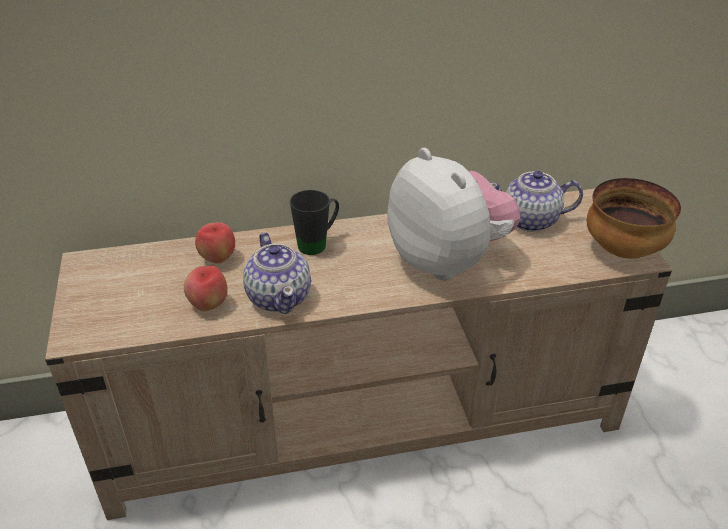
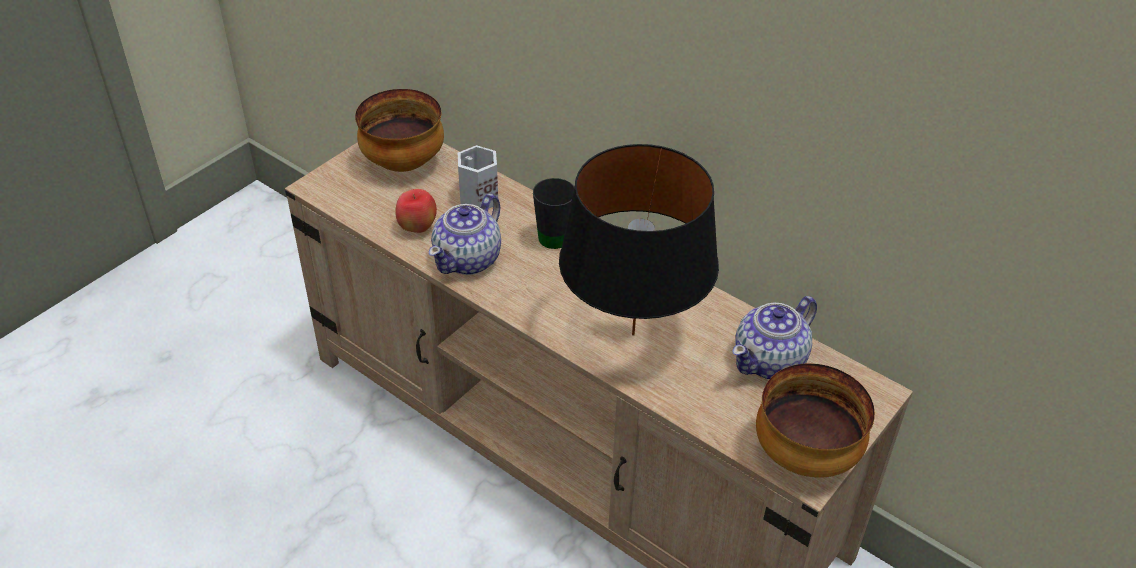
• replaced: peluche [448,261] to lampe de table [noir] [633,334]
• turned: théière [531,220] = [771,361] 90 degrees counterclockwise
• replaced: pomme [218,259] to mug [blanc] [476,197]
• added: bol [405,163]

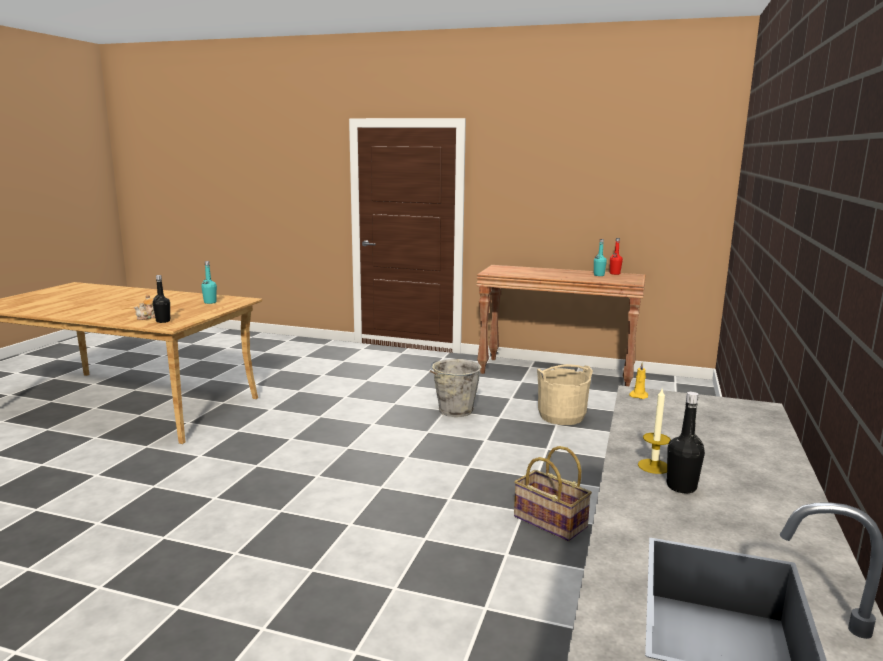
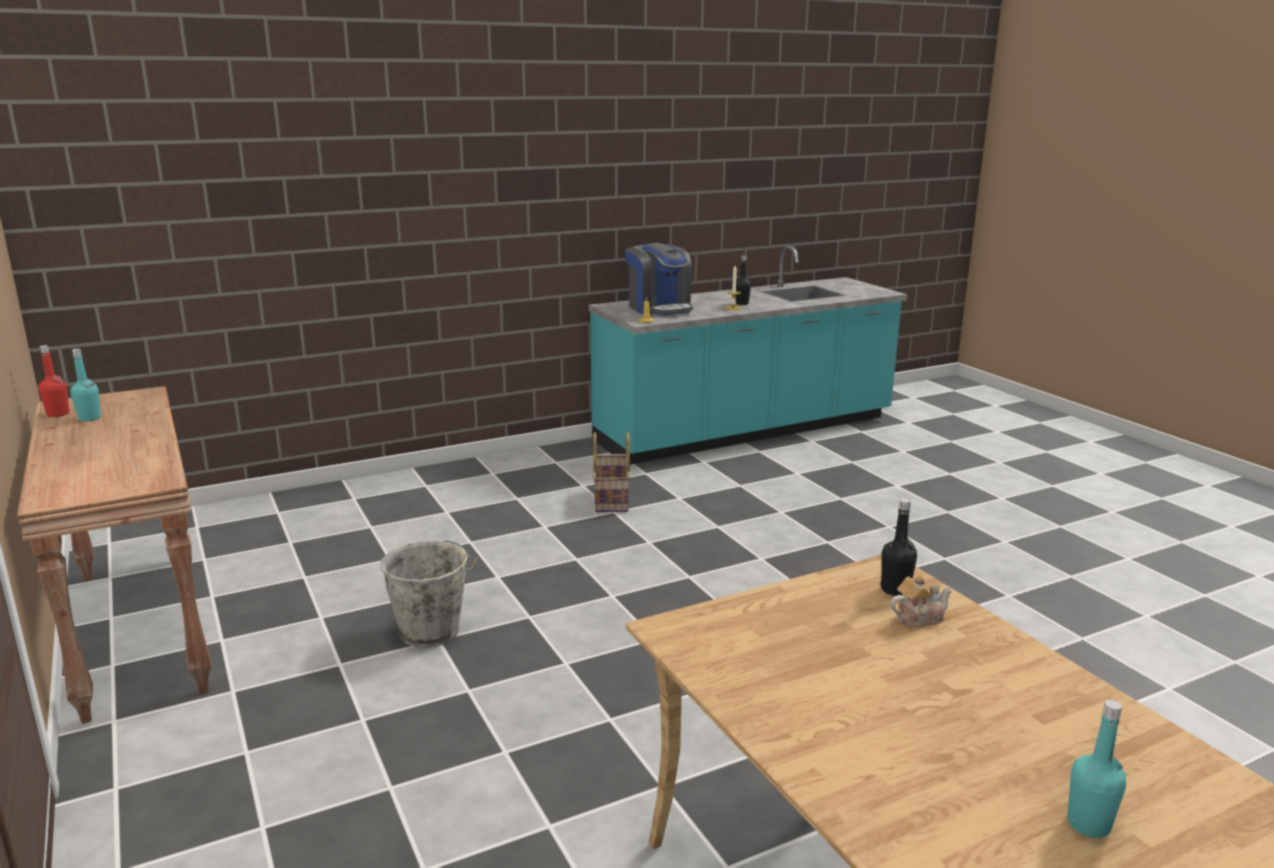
• moved: bouteille [turquoise] [210,302] to [1088,824]
• removed: seau [beige] [561,416]
• added: machine à café [659,308]

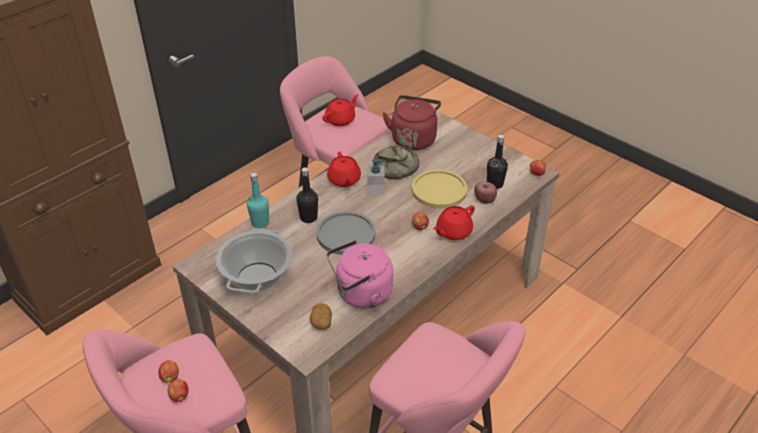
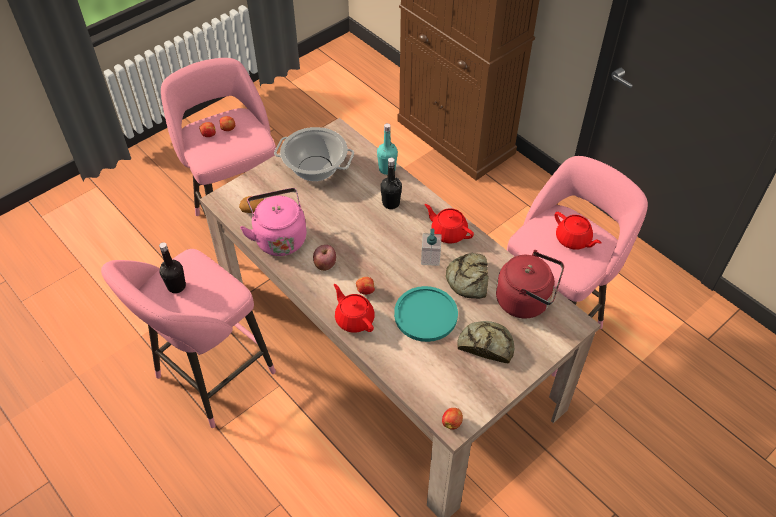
• moved: bouteille [noir] [495,184] to [176,286]
• turned: théière [rouge] [344,180] = [448,232] 45 degrees clockwise
• recoloured: assiette [jaune] [439,190] to assiette [turquoise] [425,315]
• moved: pomme [484,200] to [325,264]
• removed: assiette [gris] [346,234]
• added: pain [486,344]

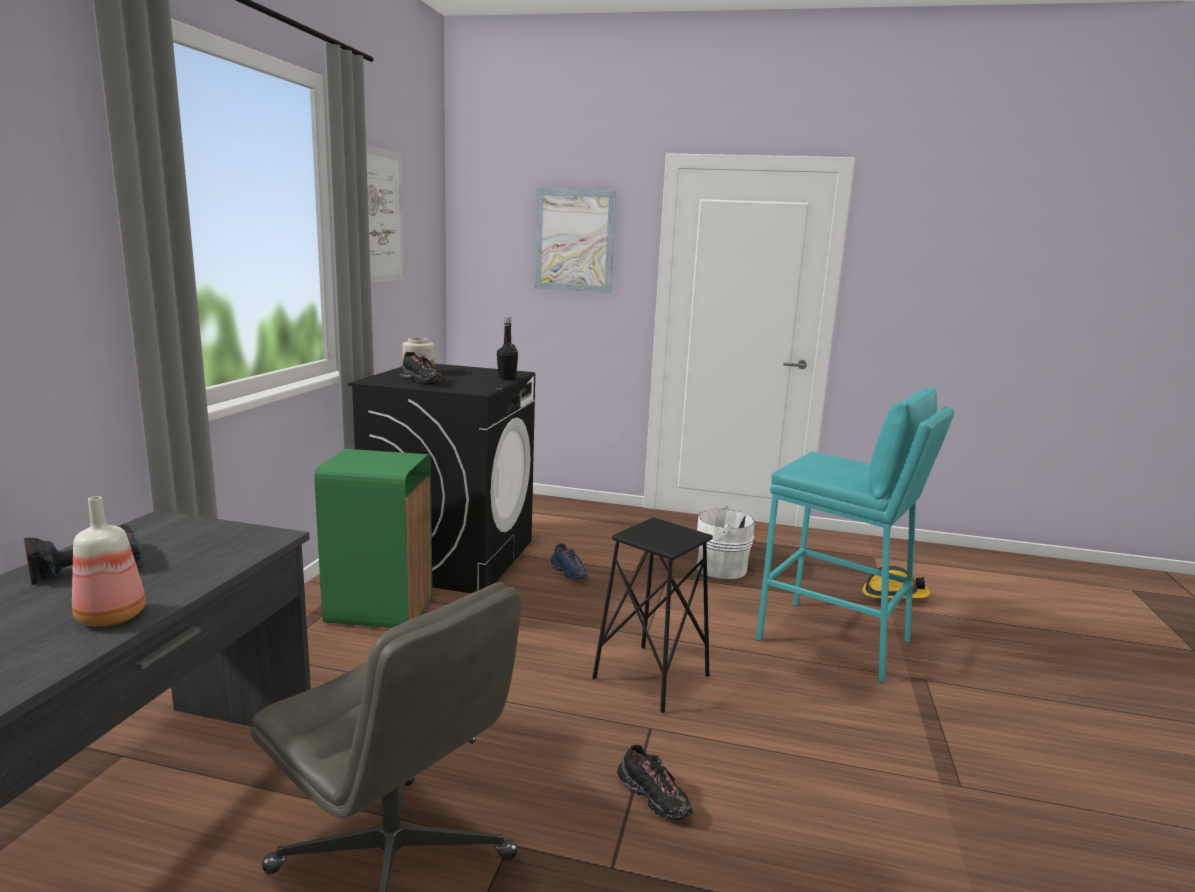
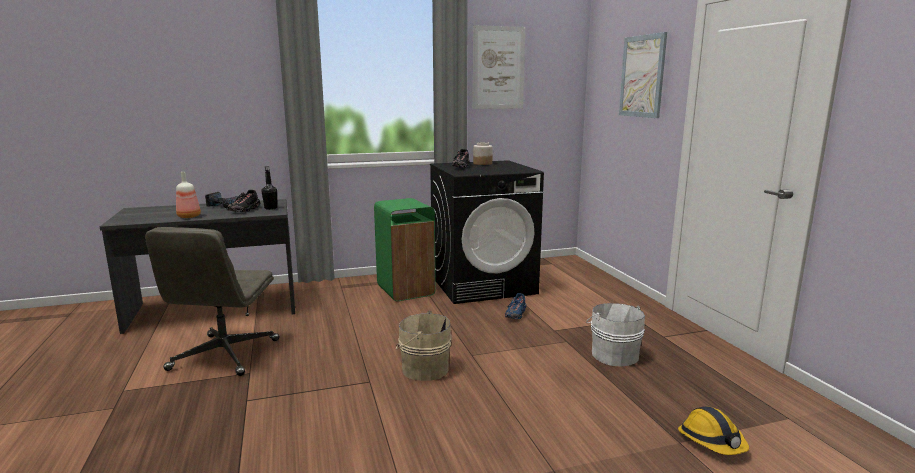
• moved: bouteille [noir] [507,378] to [270,208]
• removed: tabouret [turquoise] [834,640]
• replaced: tabouret [noir] [651,677] to seau [beige] [423,368]
• moved: chaussure [noir] [653,798] to [245,210]

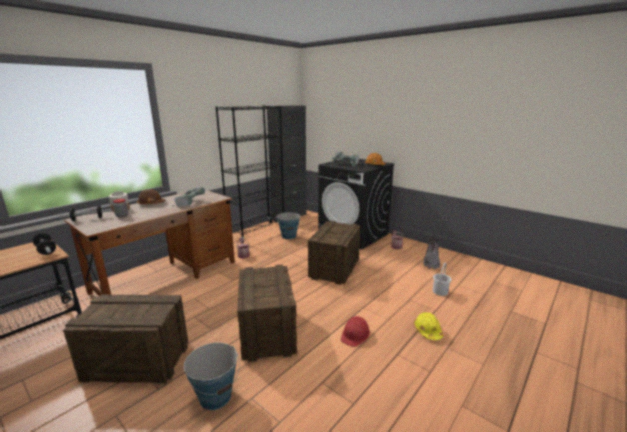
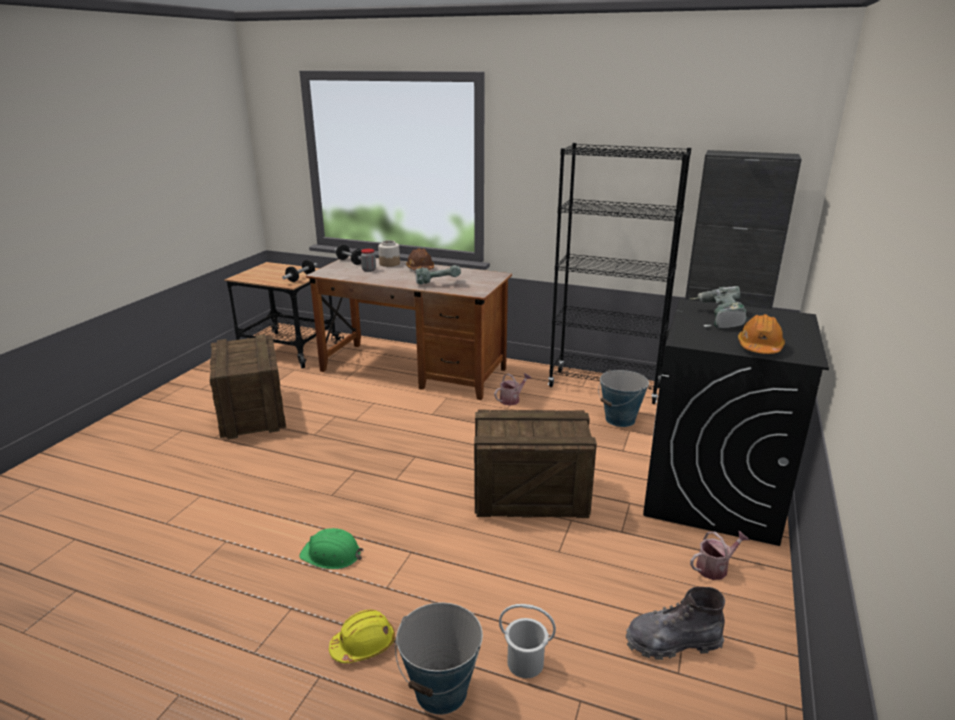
• removed: caisse [267,331]
• recoloured: casque de chantier [rouge] [355,334] to casque de chantier [vert] [331,554]
• moved: seau [216,396] to [441,691]

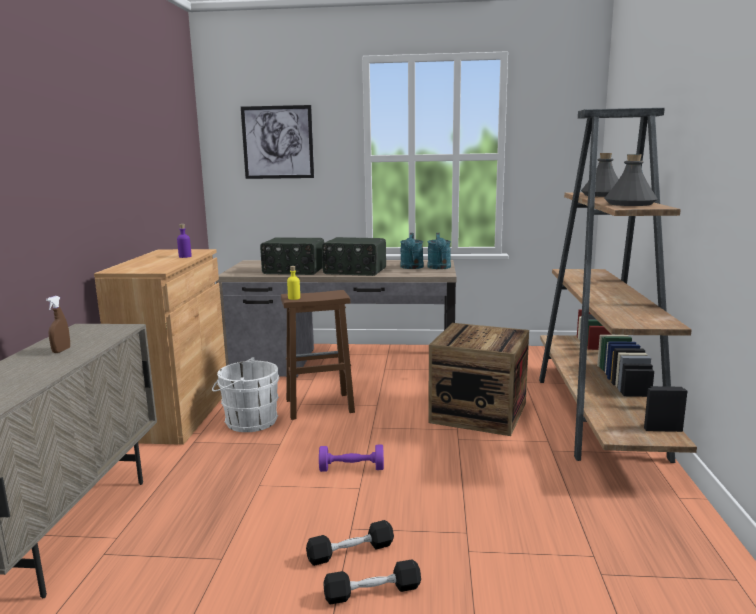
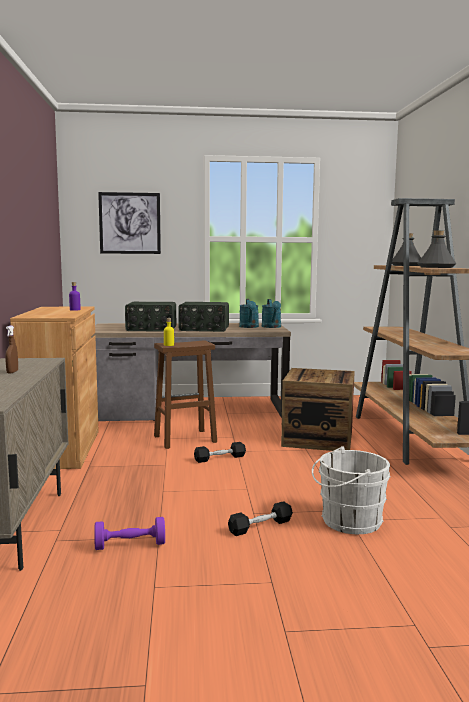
• moved: seau [blanc] [248,421] to [347,521]
• moved: haltère [violet] [351,469] to [130,545]
• moved: haltère [noir] [372,592] to [220,458]

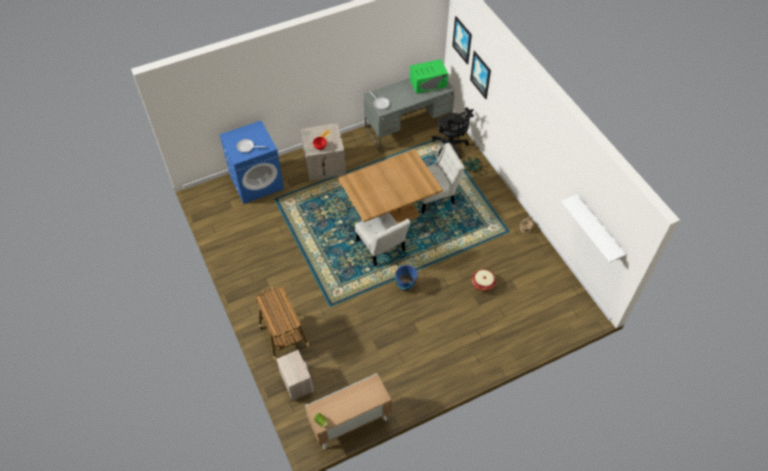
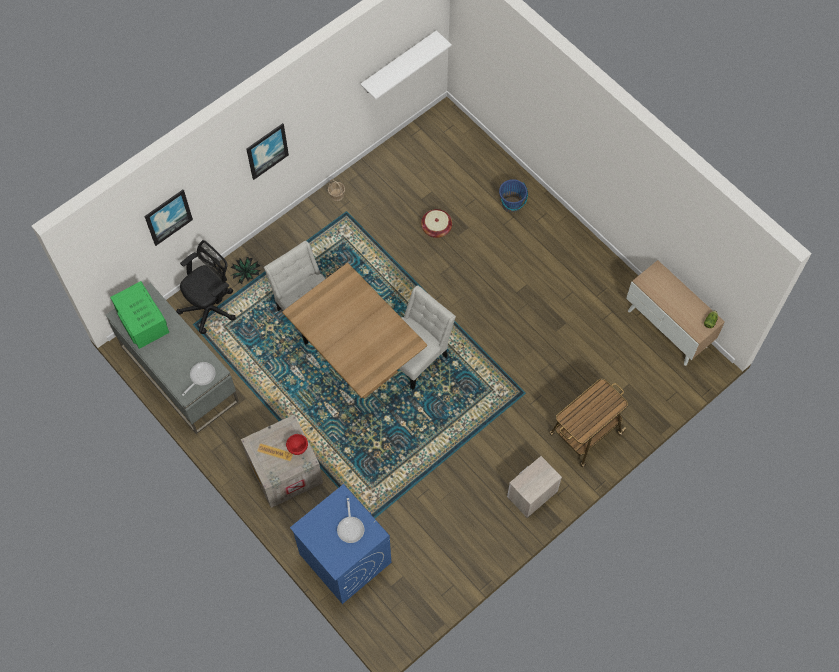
• moved: tableau [462,40] to [267,150]
• moved: seau [bleu] [405,285] to [511,205]
• moved: table de chevet [296,382] to [531,495]

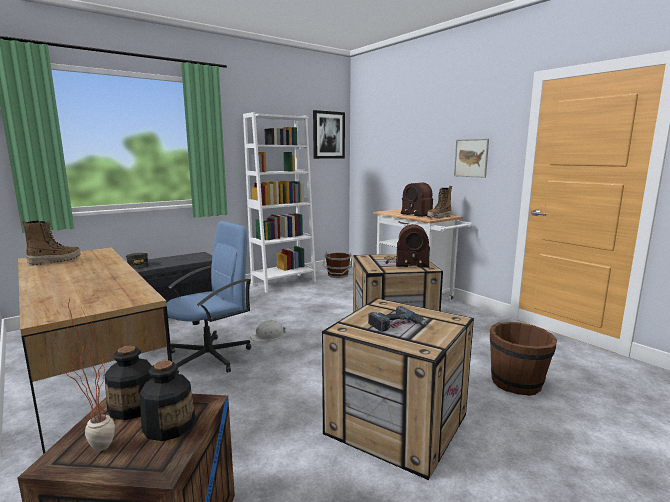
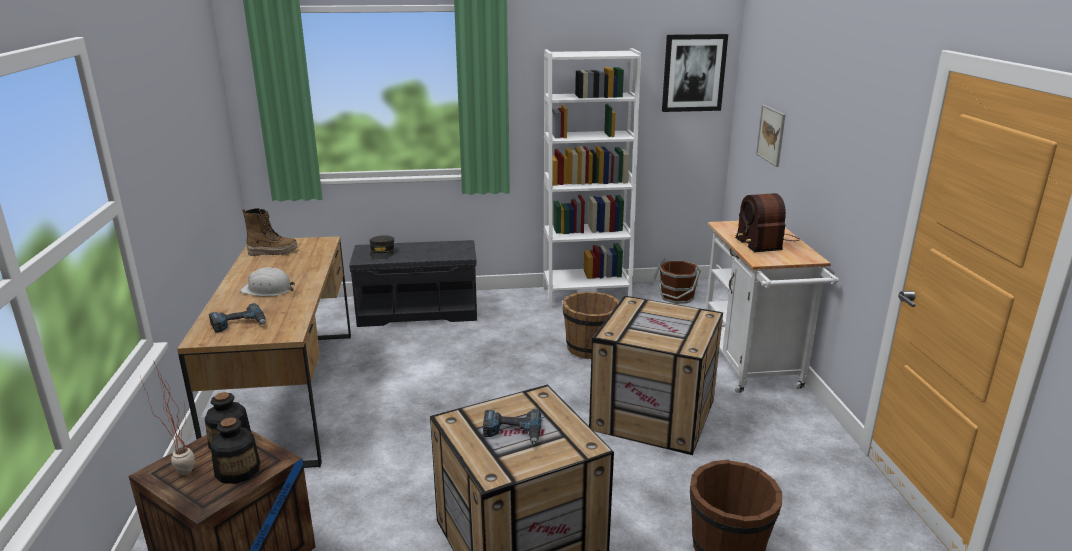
• moved: tableau [471,158] to [771,135]
• removed: botte [439,217]
• removed: chaise de bureau [bleu] [210,356]
• removed: radio [405,263]
• moved: casque de chantier [blanc] [268,336] to [268,289]
• added: seau [marron] [590,348]
• added: perceuse [239,324]

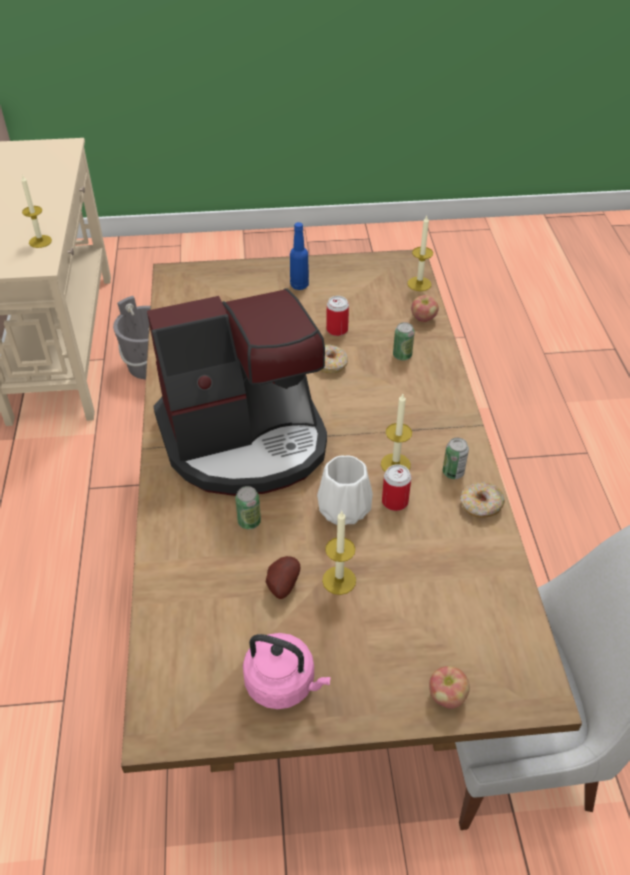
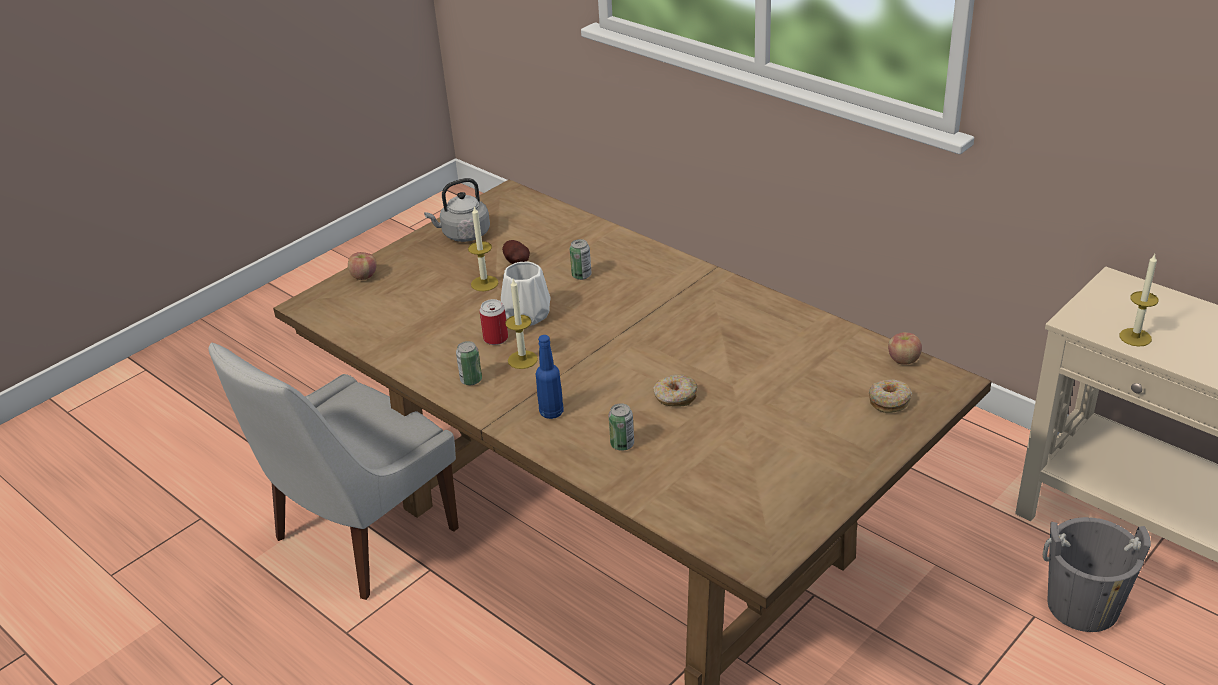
• removed: bougie [419,284]
• moved: bouteille [bleu] [299,285] to [551,412]
• removed: machine à café [245,439]
• moved: pomme [423,318] to [903,360]
• removed: boîte métallique [337,330]
• moved: beignet [480,505] to [889,401]
• recoloured: bouilloire [rose] [283,684] to bouilloire [gris] [463,235]

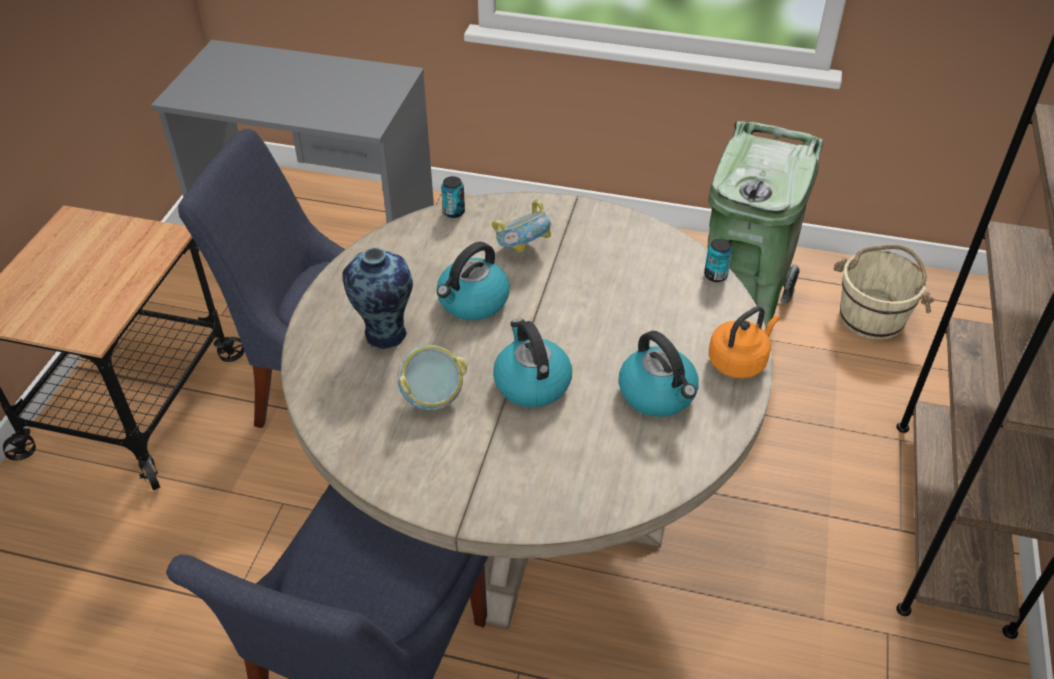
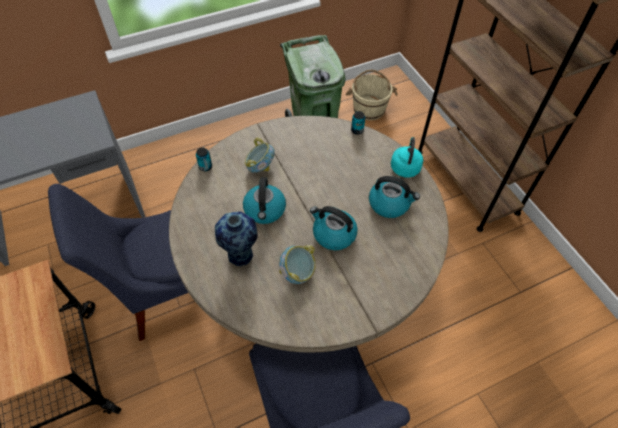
• recoloured: bouilloire [orange] [739,361] to bouilloire [turquoise] [405,167]

